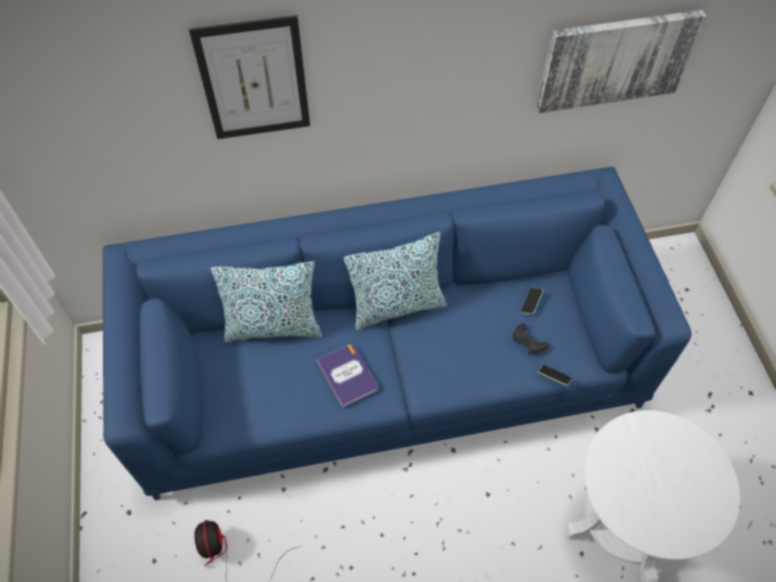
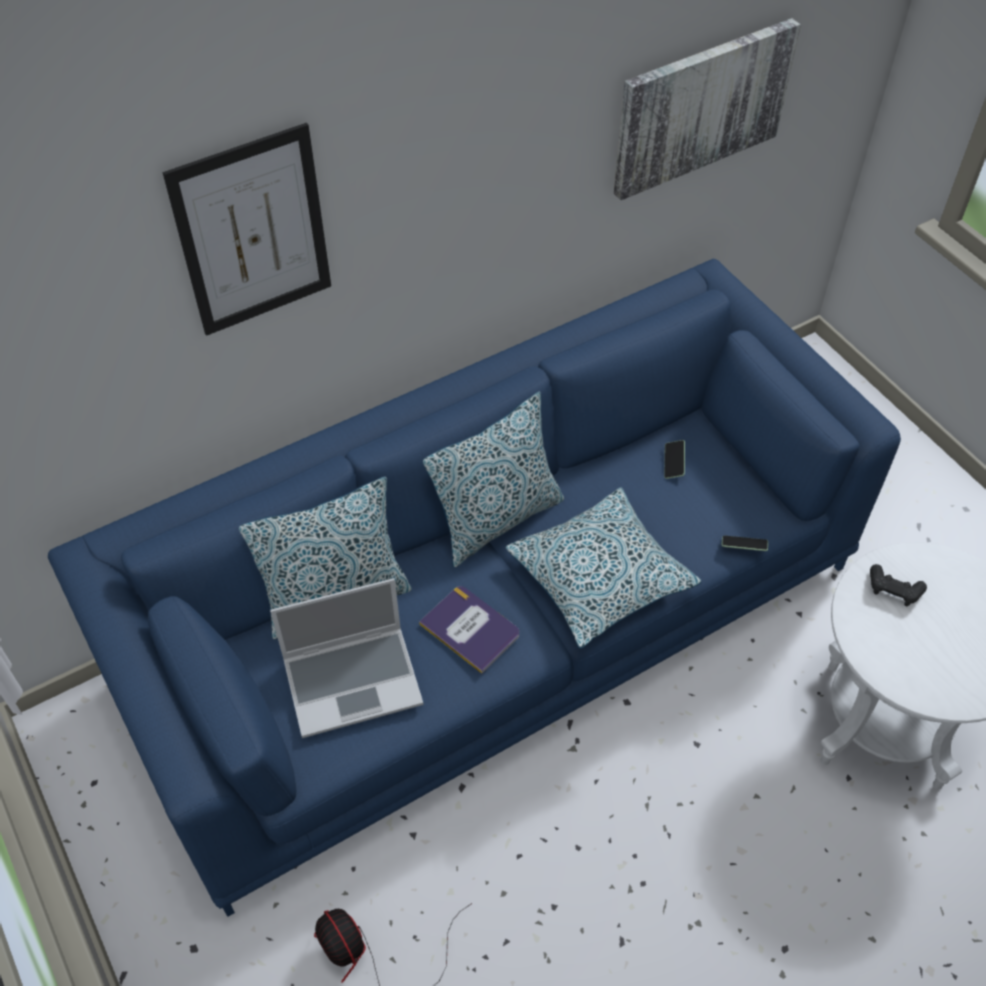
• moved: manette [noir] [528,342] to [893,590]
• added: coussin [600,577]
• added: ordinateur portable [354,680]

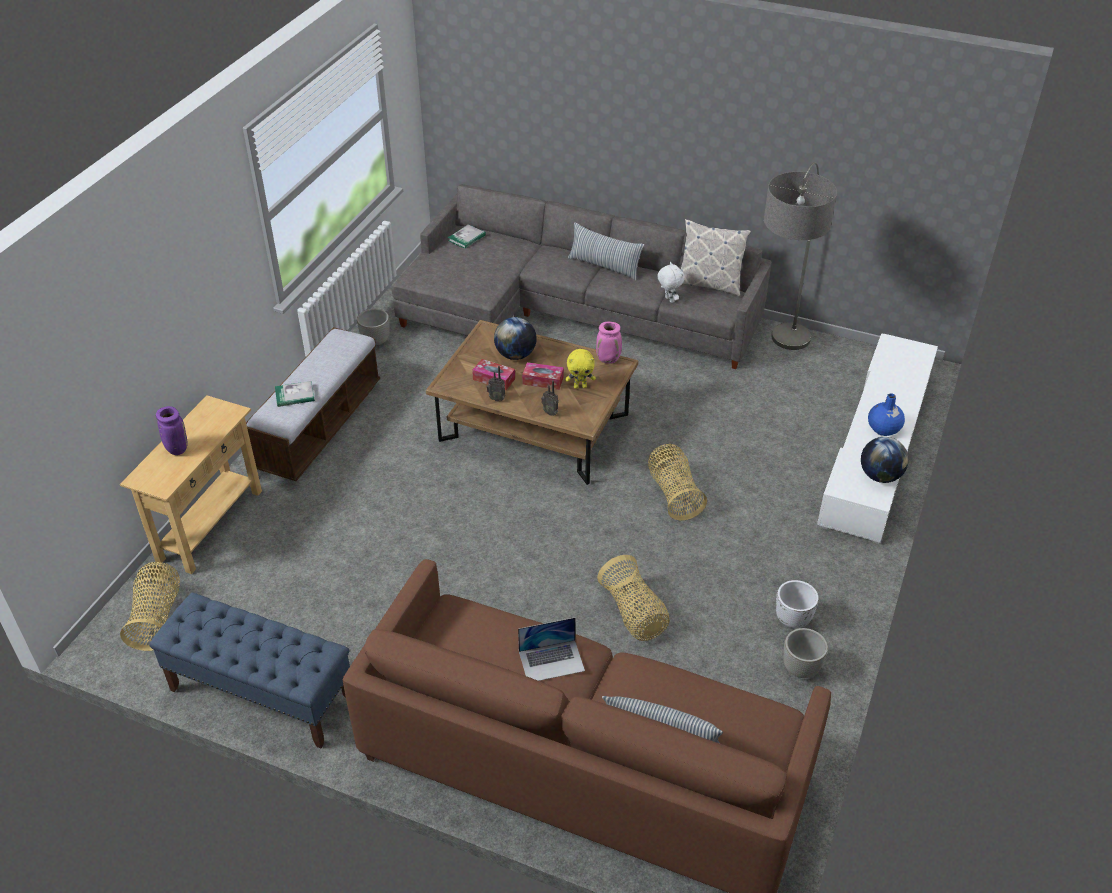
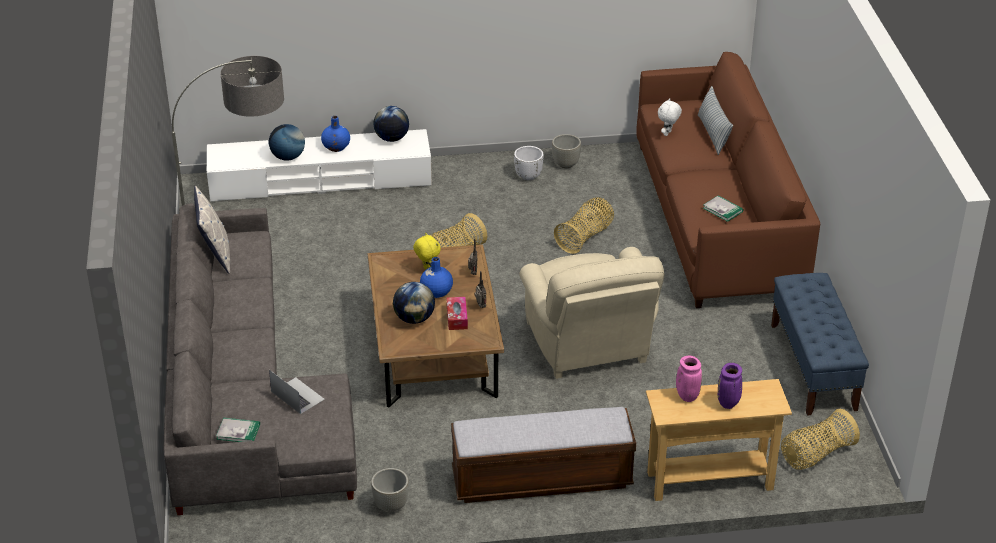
• removed: coussin [604,266]
• moved: peluche [blanc] [668,300] to [668,133]
• moved: vase [rose] [609,359] to [686,396]
• replaced: boîte à mouchoirs [543,380] to vase [bleu] [436,291]
• moved: livre [295,395] to [722,210]
• moved: ordinateur portable [551,661] to [297,395]
• added: globe [288,157]
• added: fauteuil [beige] [589,346]

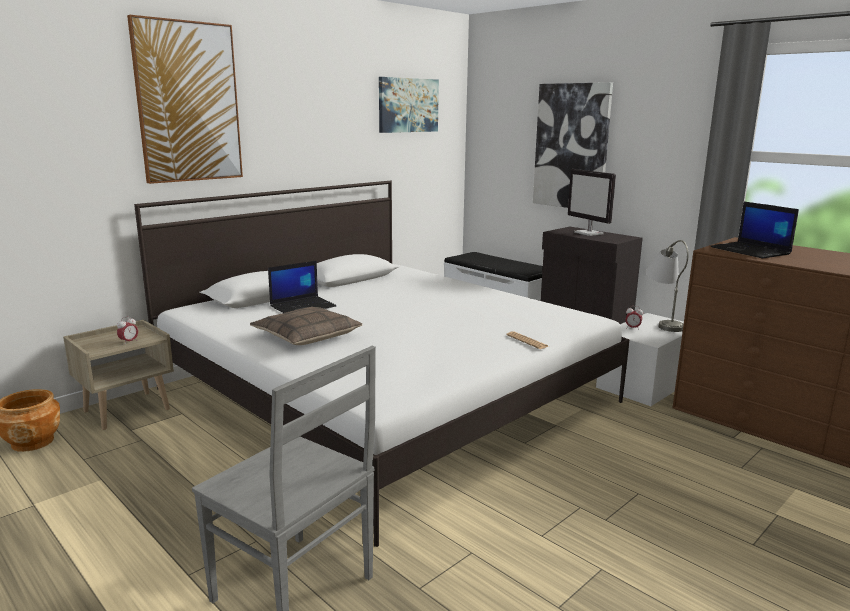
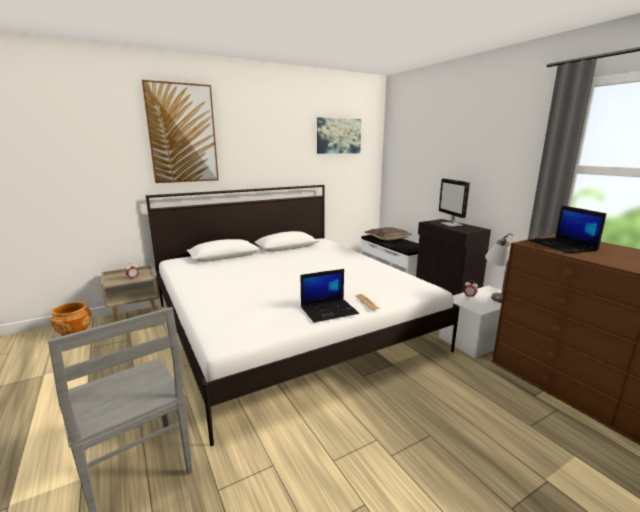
• removed: tableau [571,146]
• moved: ordinateur portable [303,306] to [329,310]
• moved: coussin [306,336] to [387,238]

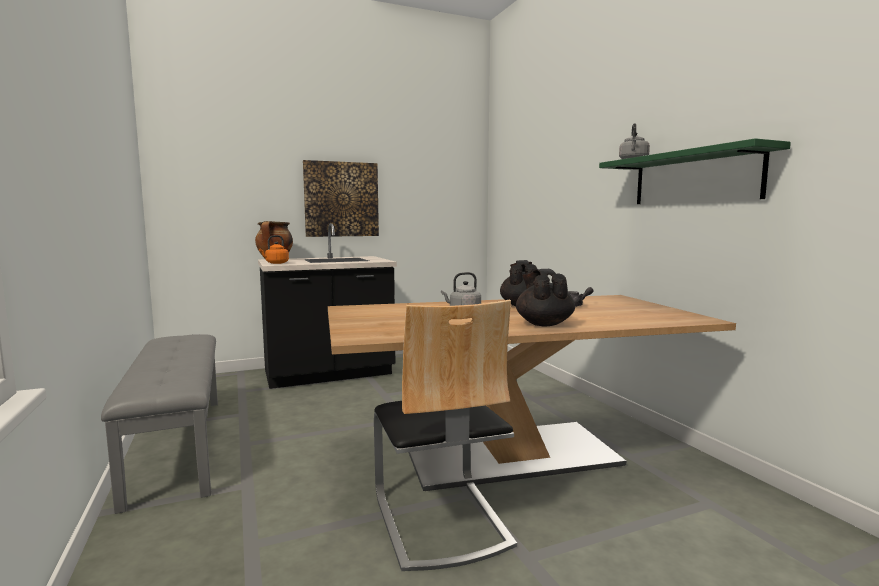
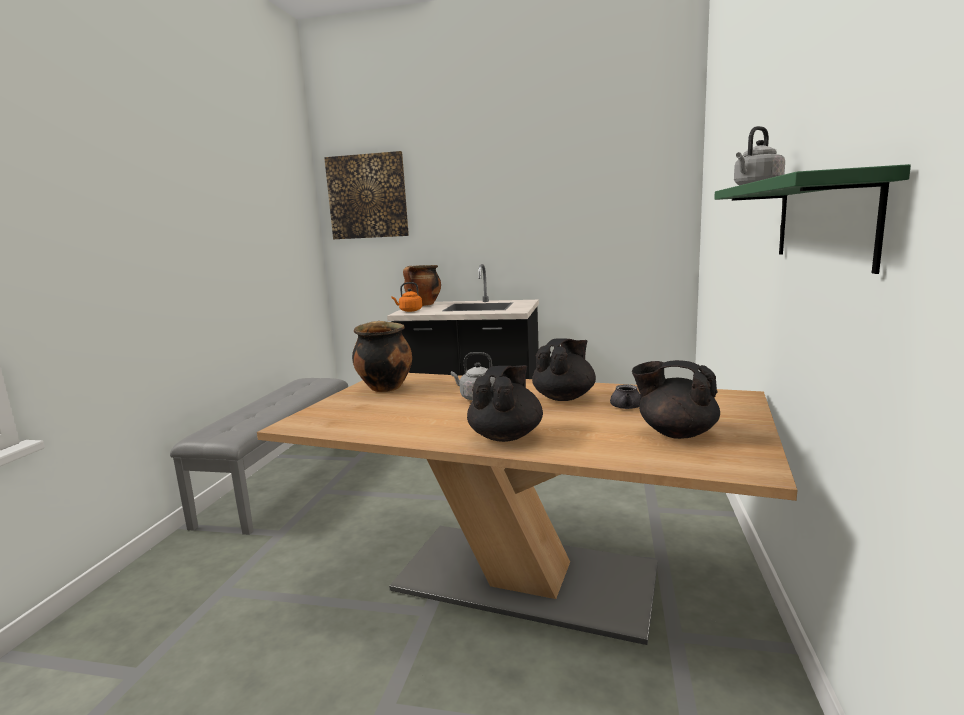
• moved: tableau [341,199] to [367,196]
• removed: chaise [439,520]
• added: marmite [384,387]
• added: théière [noir] [675,433]

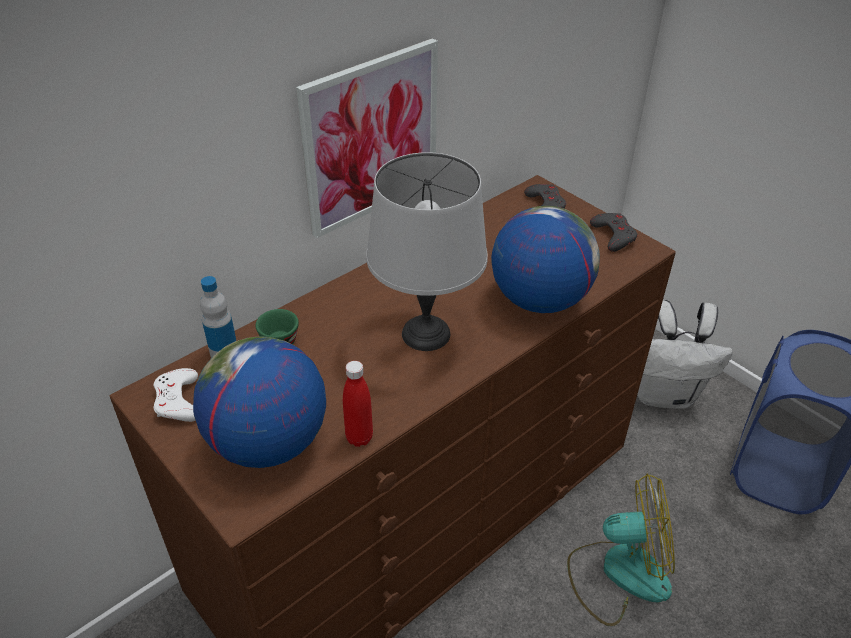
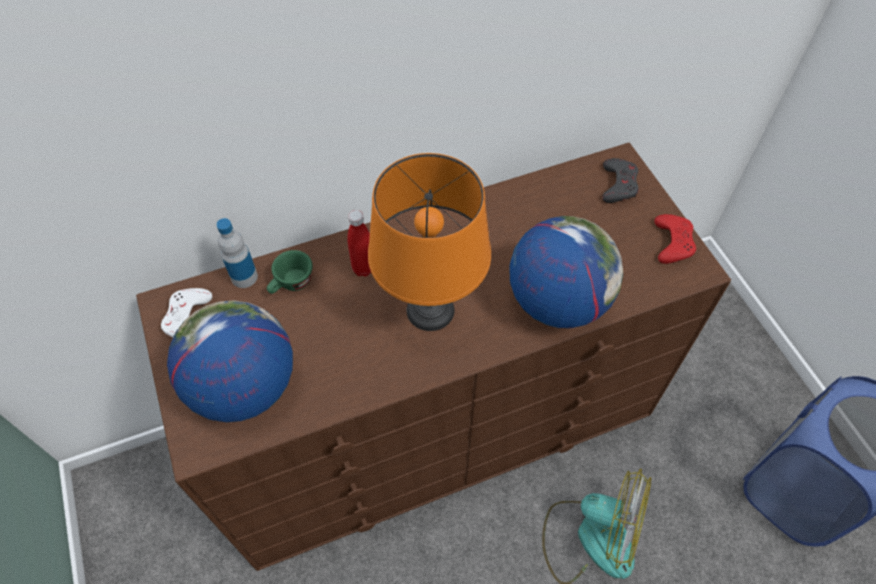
• removed: tableau [371,138]
• recoloured: lampe de table [gris] [427,334] to lampe de table [orange] [431,311]
• recoloured: manette [gris] [613,235] to manette [rouge] [673,242]
• removed: sac à dos [blanc] [664,394]
• moved: bouteille [rouge] [359,438] to [363,269]

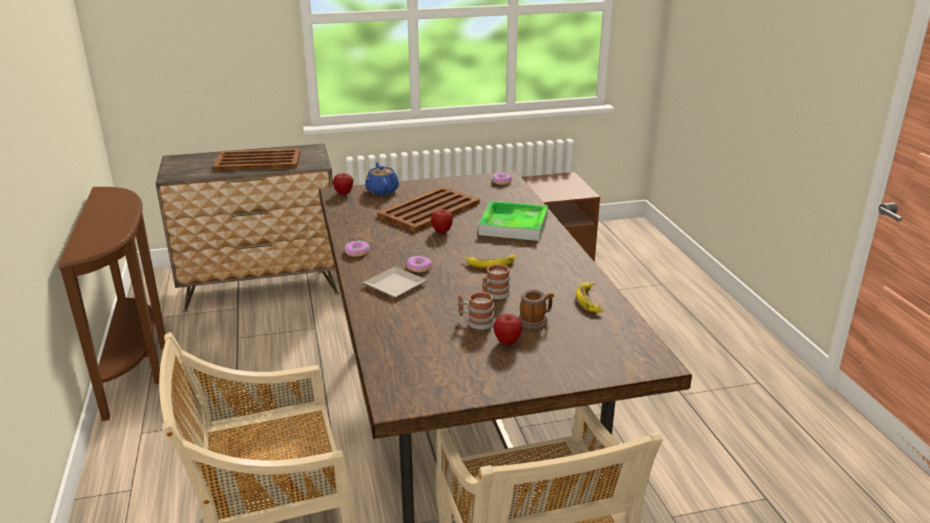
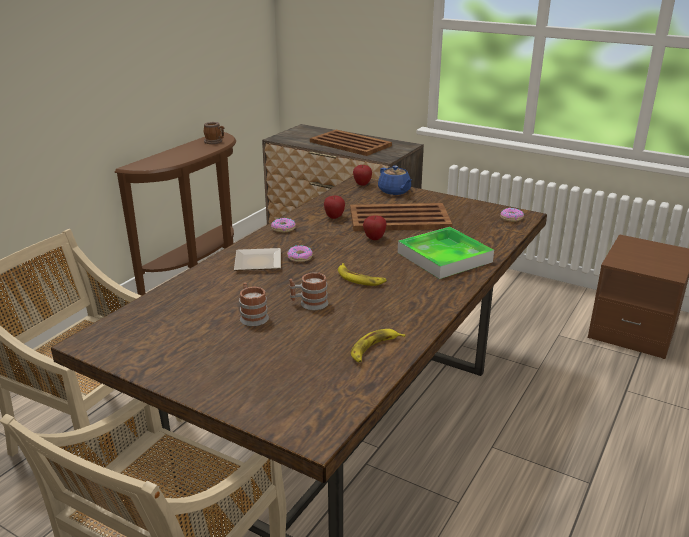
• turned: théière [bleu] [382,190] = [394,191] 120 degrees clockwise
• moved: mug [535,321] to [215,142]
• moved: pomme [507,342] to [334,217]

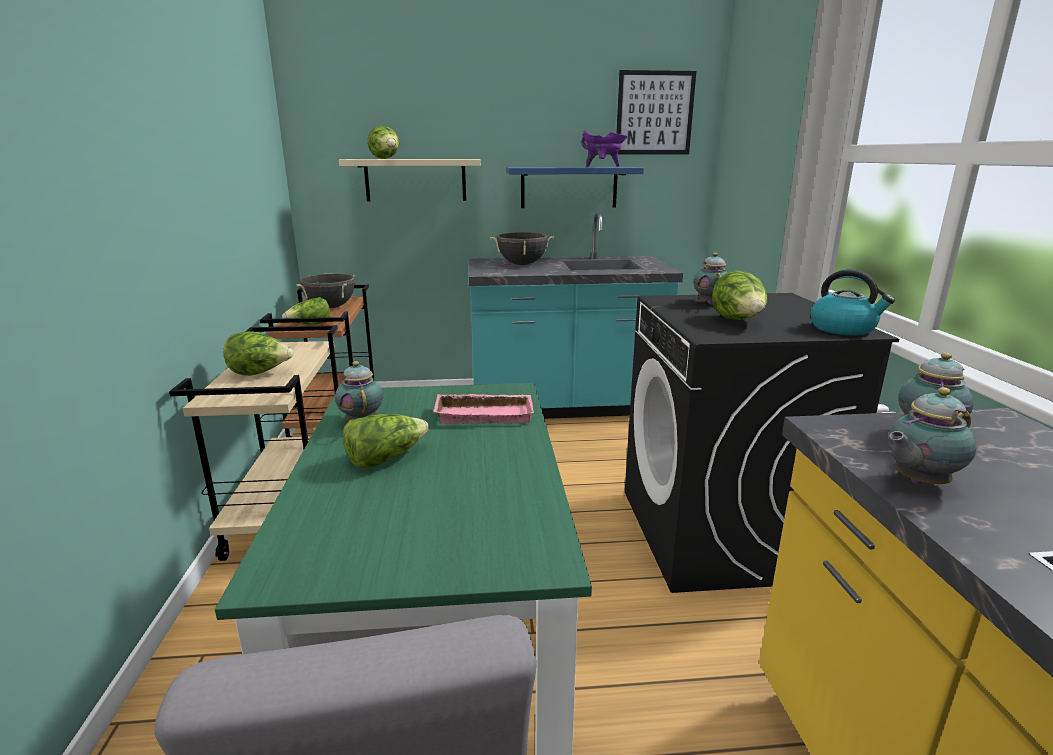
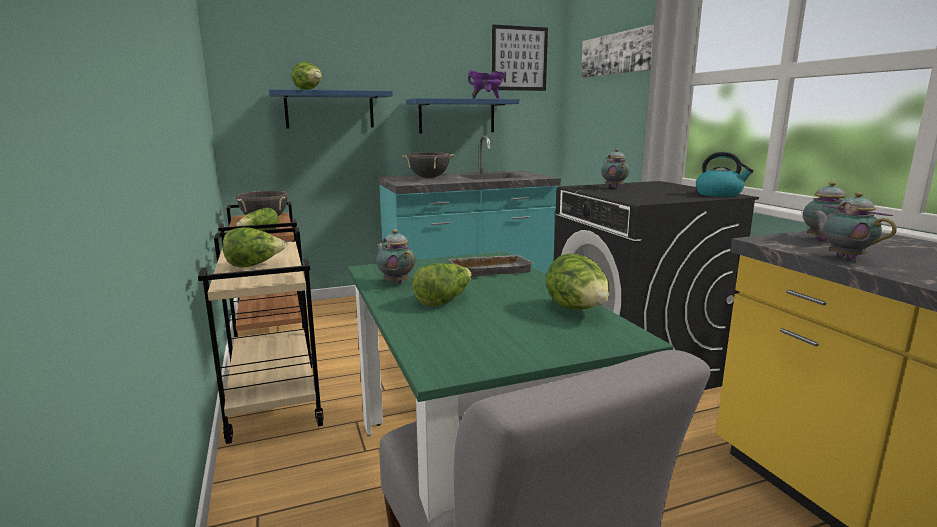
• recoloured: étagère [beige] [415,180] to étagère [bleu] [329,110]
• moved: laitue [738,321] to [578,310]
• turned: théière [917,482] = [844,257] 105 degrees clockwise
• recoloured: plateau [rose] [485,414] to plateau [gris] [490,270]
• added: tableau [616,54]

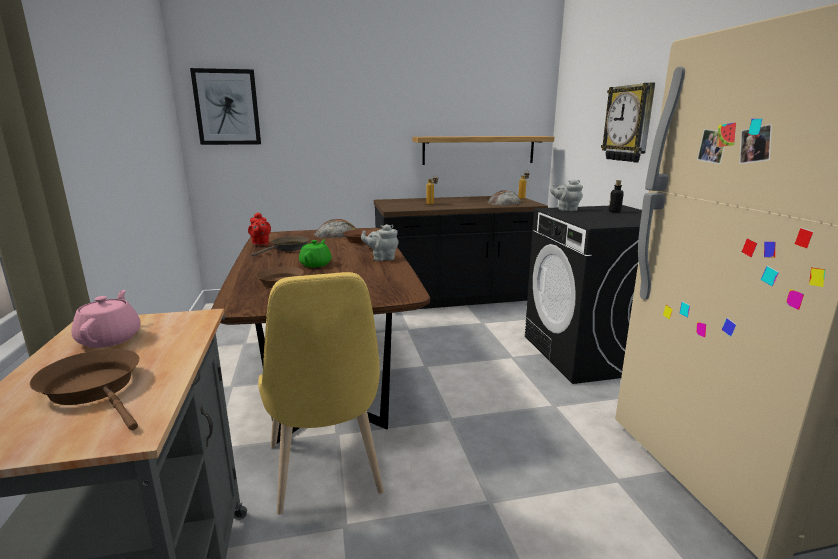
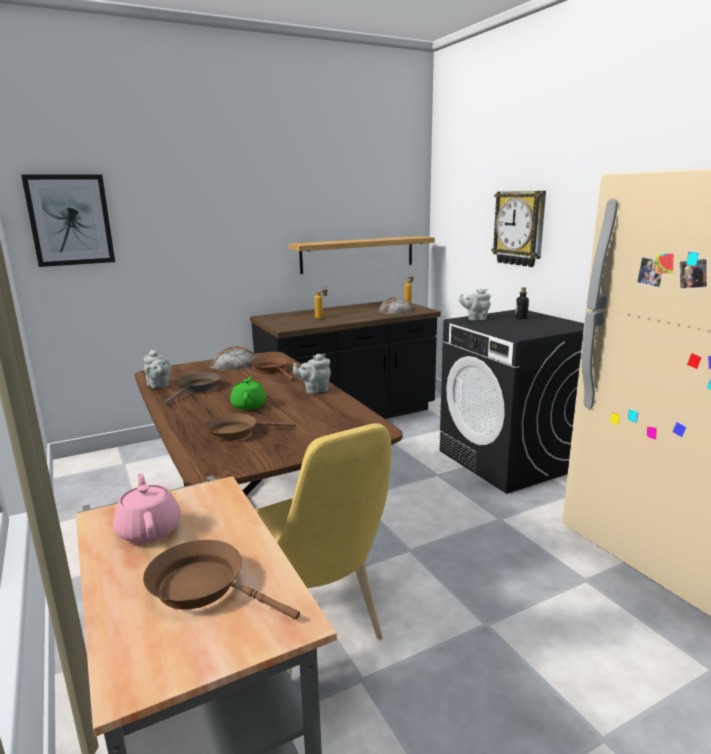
• recoloured: théière [rouge] [260,244] to théière [gris] [159,386]

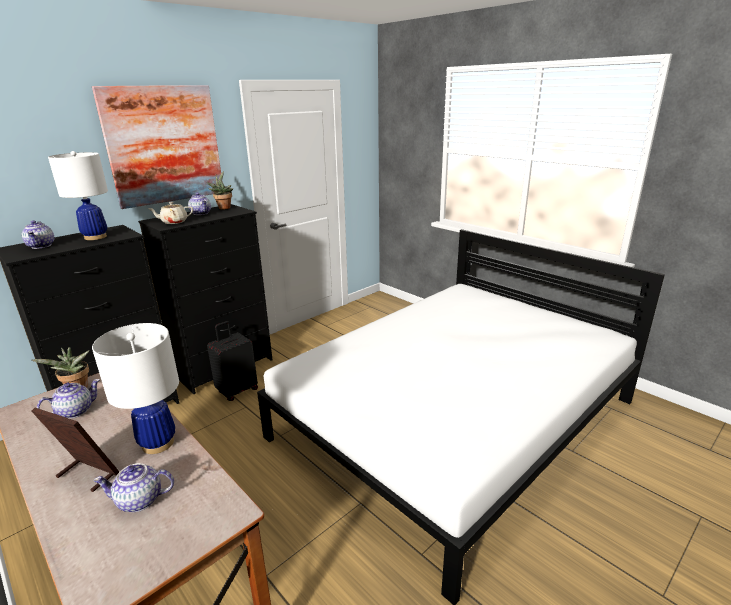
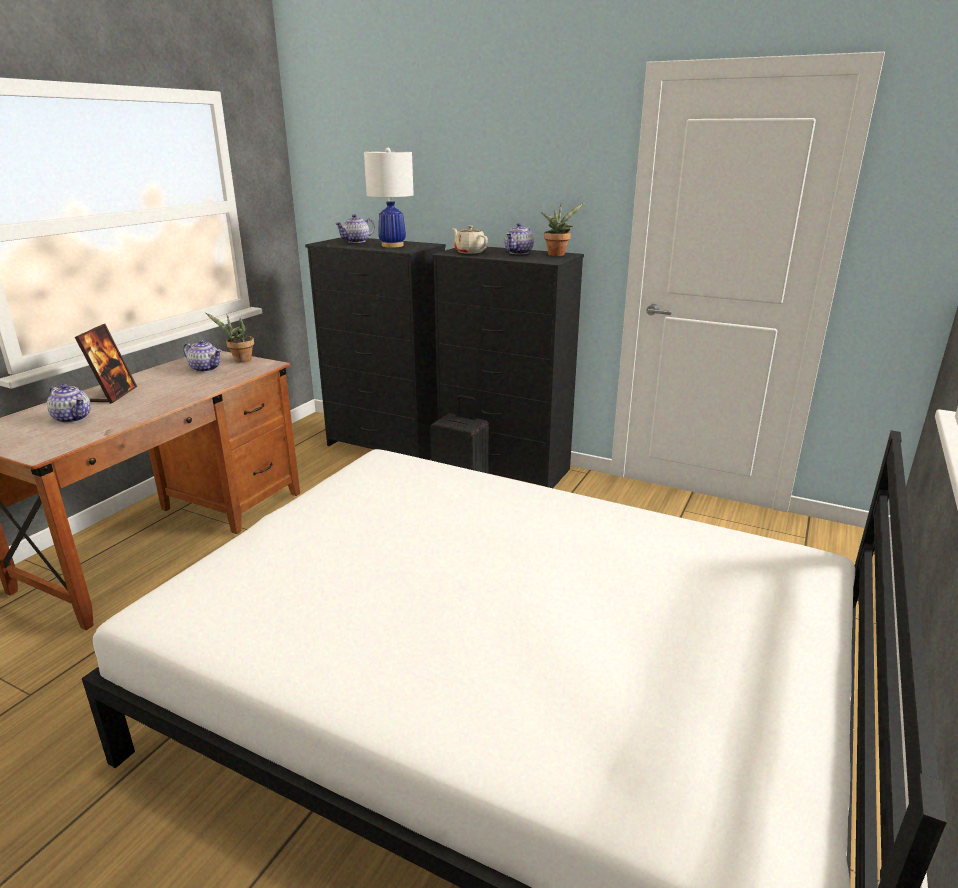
• removed: tableau [164,145]
• removed: lampe de table [blanc] [157,443]
• turned: théière [139,500] = [73,418] 150 degrees clockwise

